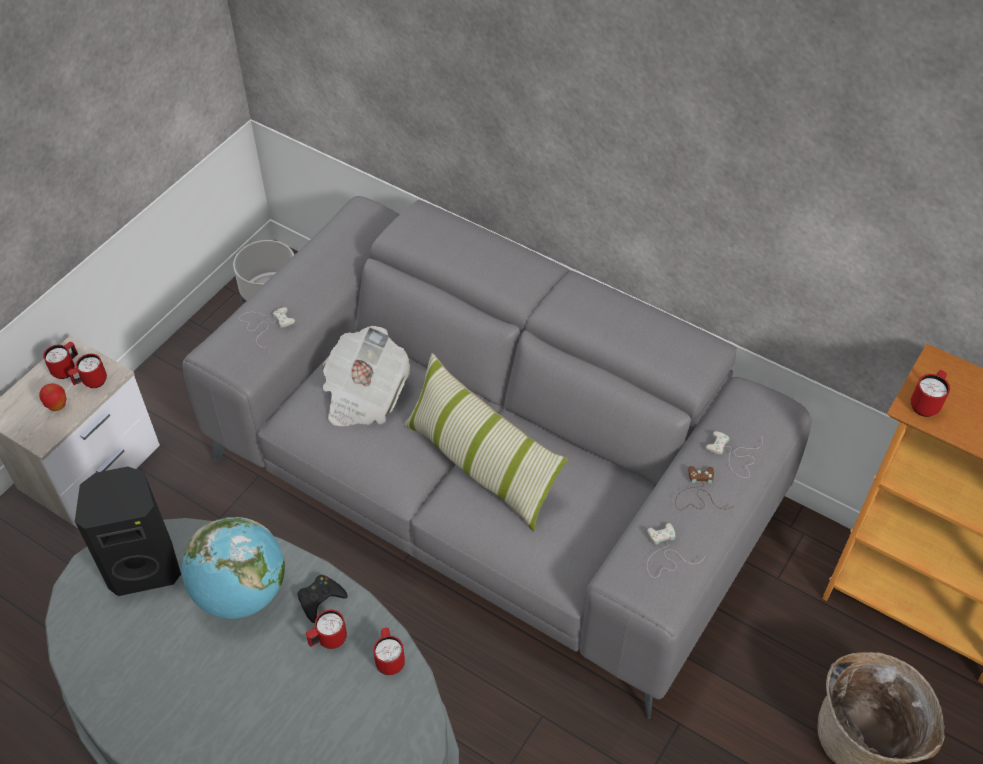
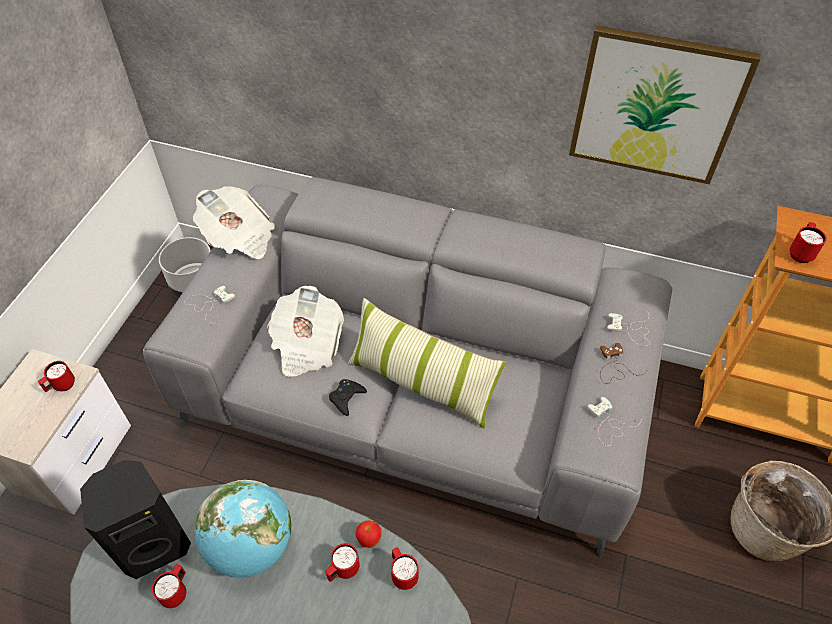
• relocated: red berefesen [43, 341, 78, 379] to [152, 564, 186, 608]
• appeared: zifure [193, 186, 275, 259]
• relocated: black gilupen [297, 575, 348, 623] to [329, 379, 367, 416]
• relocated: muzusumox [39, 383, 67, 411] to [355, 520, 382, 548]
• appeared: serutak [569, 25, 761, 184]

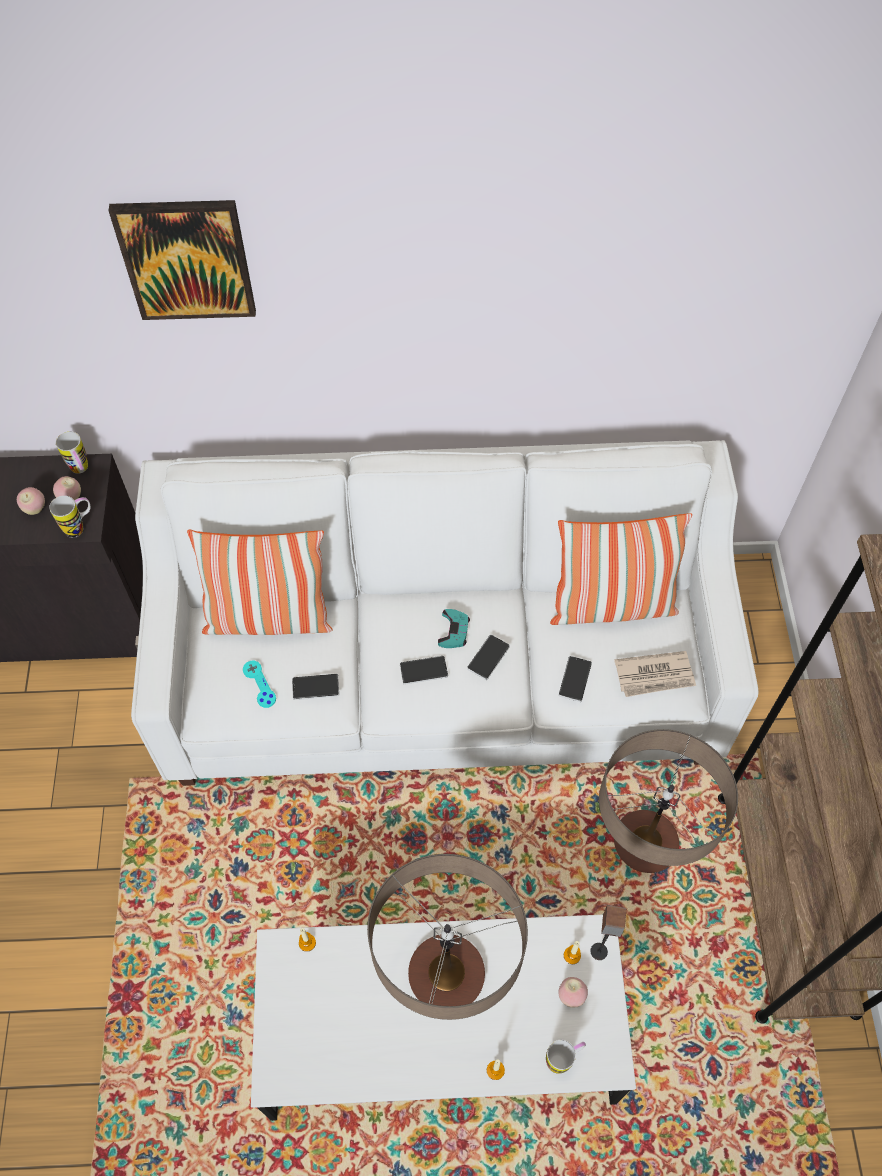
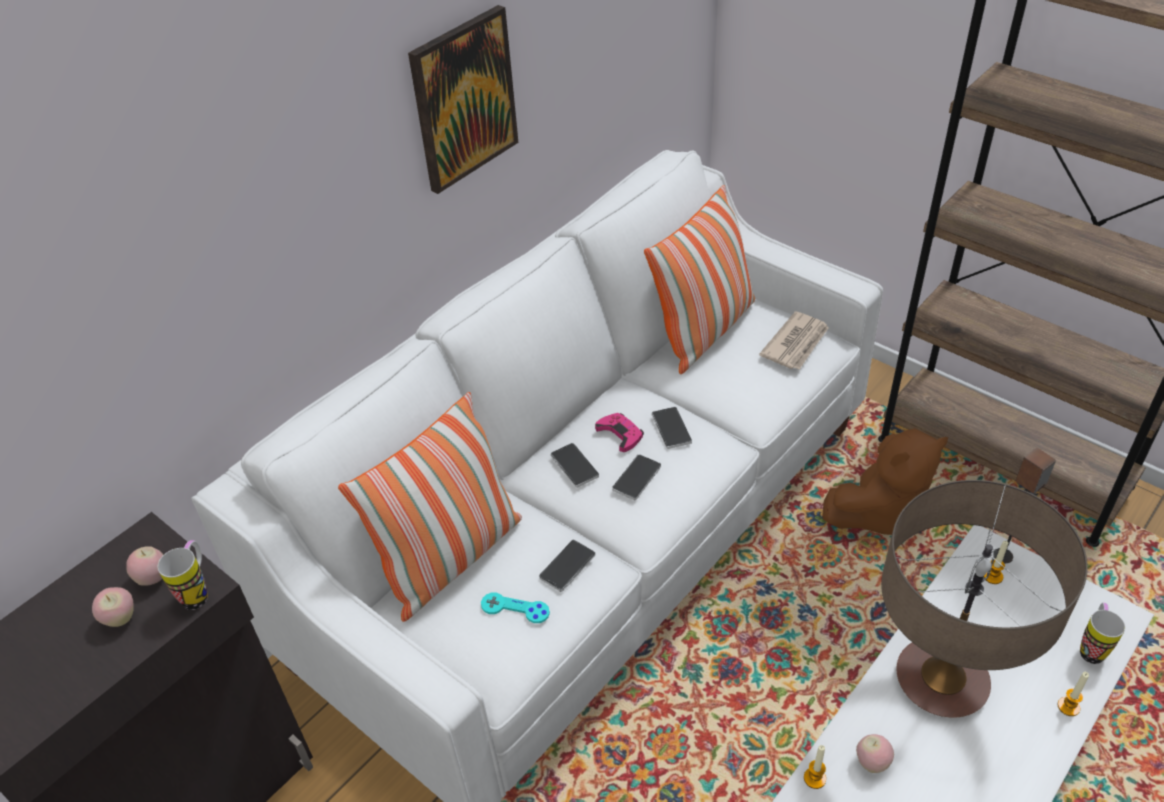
• relocated: serutak [108, 200, 256, 320] to [408, 5, 519, 194]
• relocated: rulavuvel [559, 656, 592, 702] to [551, 443, 599, 488]
• colour: turquoise gilupen [438, 609, 470, 648] to pink gilupen [595, 413, 644, 452]
• exchanged: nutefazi [599, 729, 738, 873] to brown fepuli [822, 428, 948, 535]
• relocated: muzusumox [558, 977, 588, 1007] to [856, 734, 894, 773]
• missing: berefesen [56, 431, 88, 474]

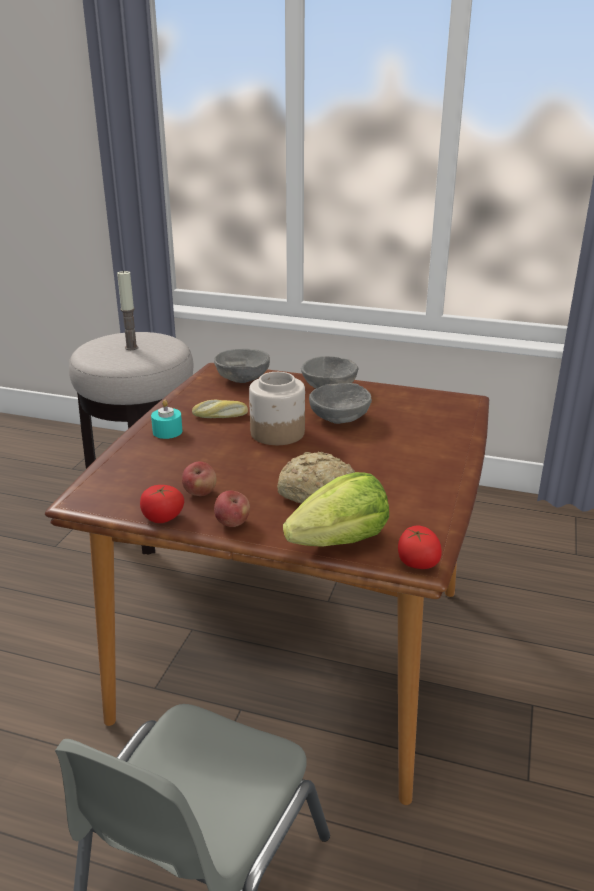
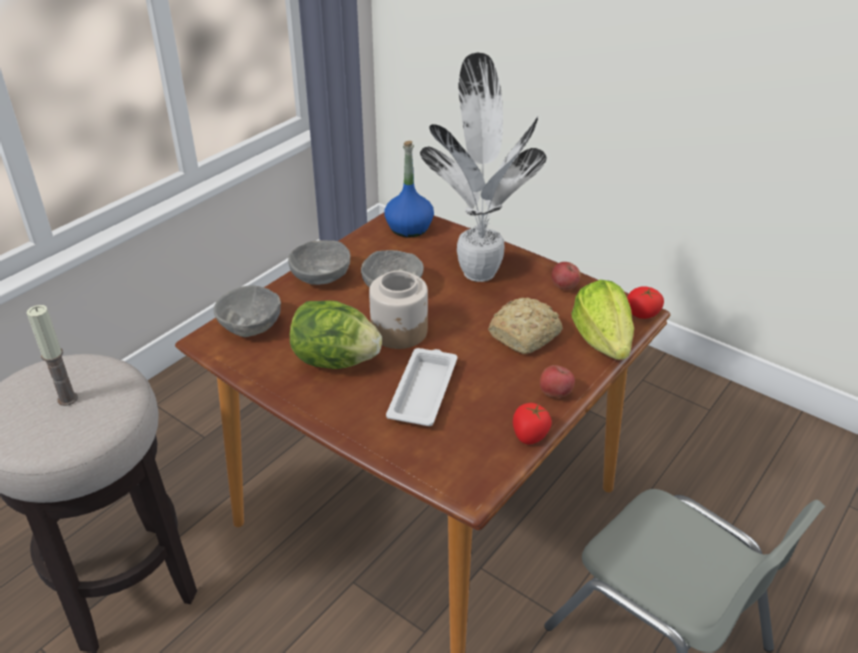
• exchanged: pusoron [192, 400, 248, 418] to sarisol [290, 300, 382, 369]
• appeared: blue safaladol [384, 141, 434, 237]
• appeared: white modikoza [386, 348, 457, 426]
• appeared: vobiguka [420, 52, 547, 282]
• relocated: muzusumox [182, 461, 217, 496] to [551, 262, 581, 290]
• missing: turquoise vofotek [151, 400, 182, 439]

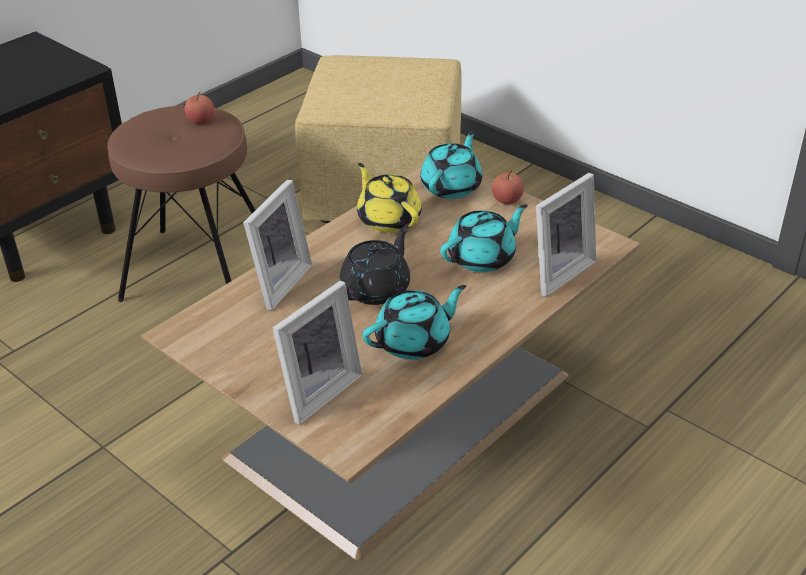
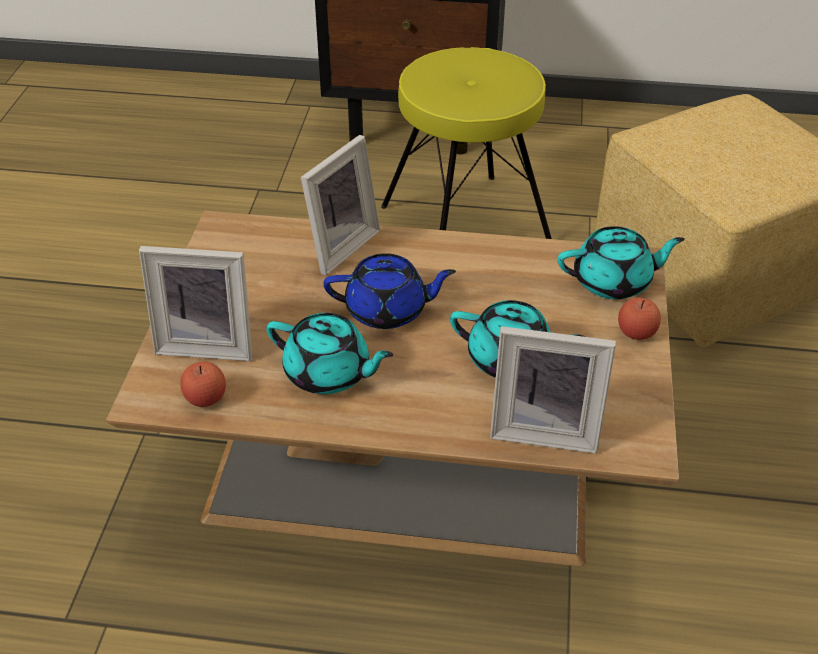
• relocated: muzusumox [185, 92, 214, 124] to [180, 361, 226, 407]
• spun: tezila [243, 180, 312, 310] = [301, 135, 380, 275] 45 degrees counterclockwise
• colour: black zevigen [340, 226, 410, 305] to blue zevigen [324, 253, 456, 329]
• colour: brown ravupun [107, 105, 255, 302] to yellow ravupun [381, 47, 552, 239]
• missing: yellow zevigen [357, 163, 422, 233]

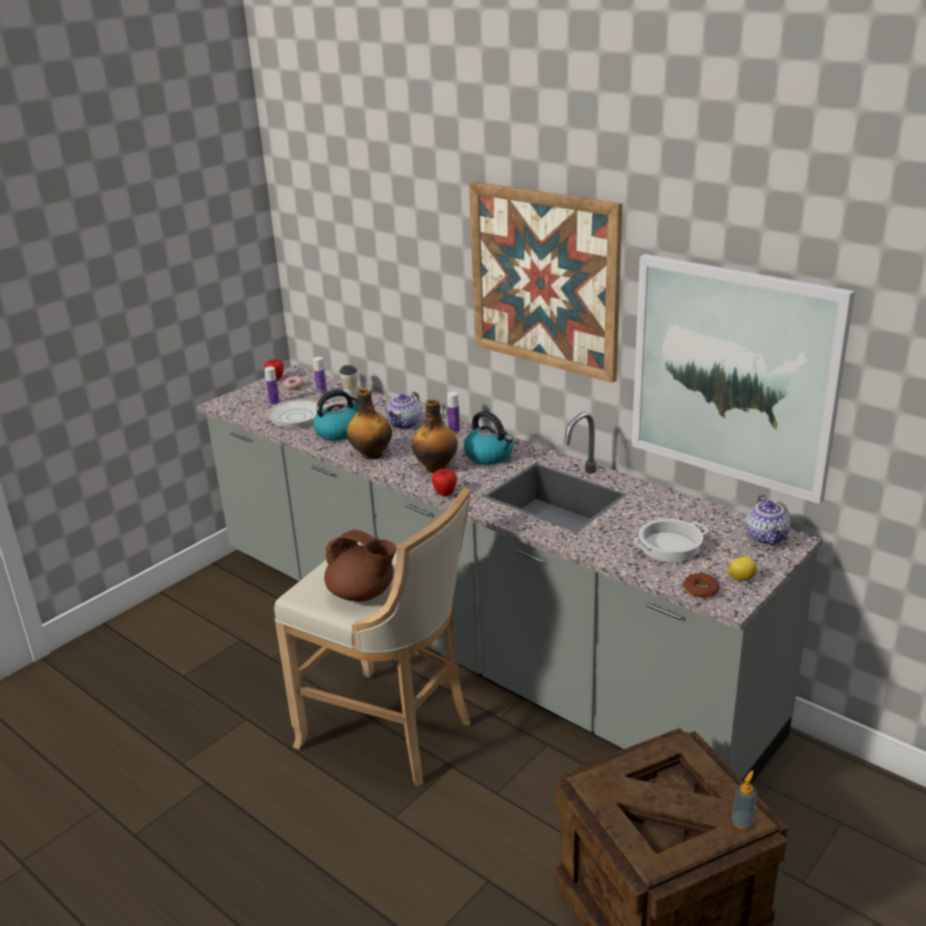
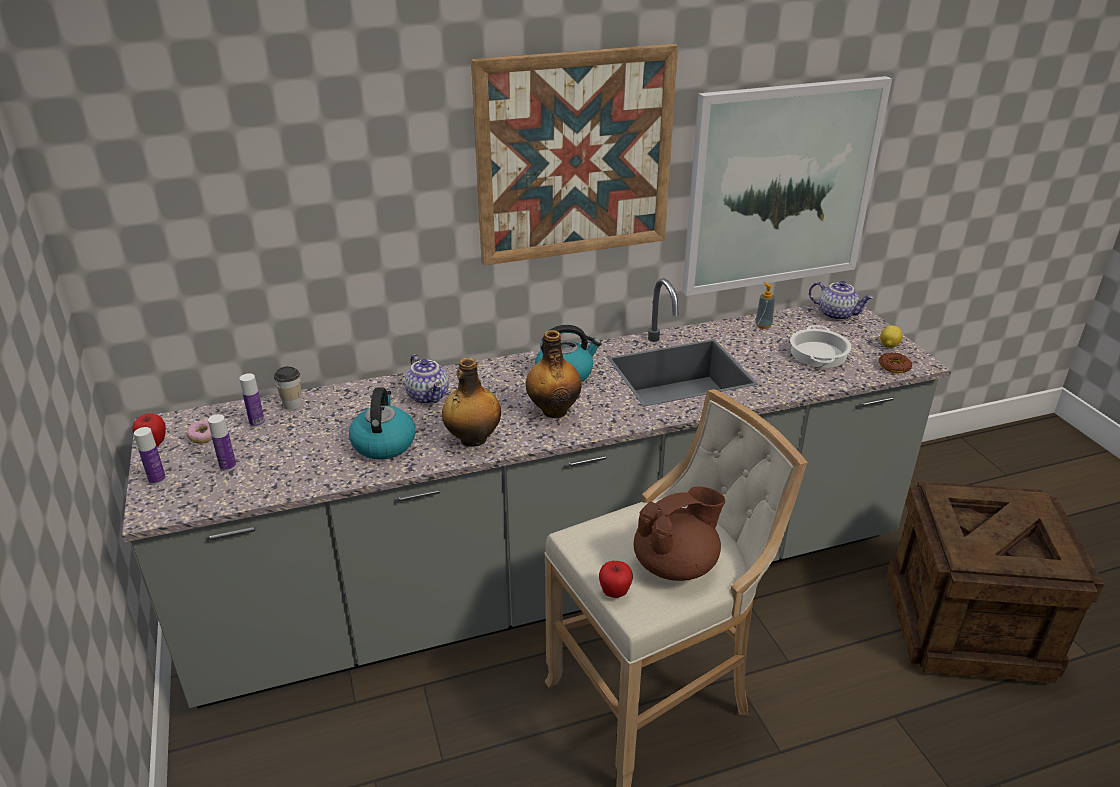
• relocated: safaladol [447, 392, 460, 434] to [134, 427, 166, 485]
• relocated: muzusumox [431, 469, 457, 496] to [599, 561, 633, 598]
• relocated: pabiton [731, 770, 757, 829] to [755, 282, 775, 329]
• missing: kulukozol [267, 399, 354, 428]

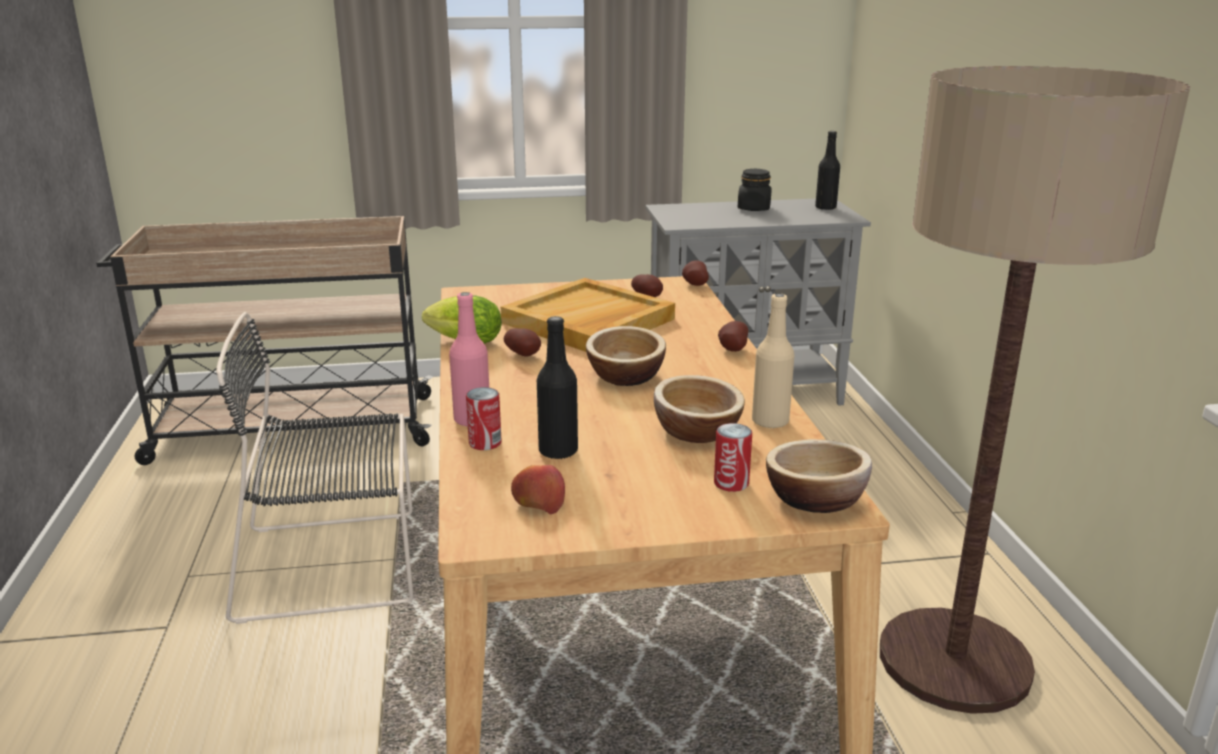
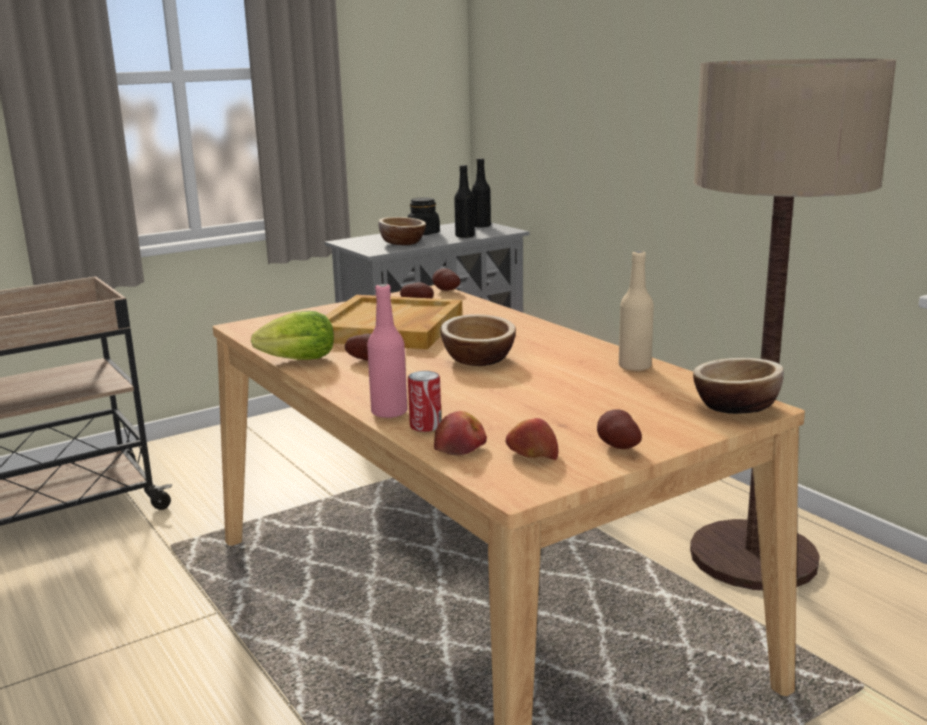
• relocated: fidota [654, 375, 745, 443] to [378, 217, 426, 245]
• appeared: muzusumox [434, 411, 487, 455]
• relocated: black safaladol [537, 316, 578, 459] to [454, 165, 475, 238]
• relocated: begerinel [718, 321, 748, 352] to [597, 409, 642, 449]
• missing: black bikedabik [216, 312, 414, 624]
• missing: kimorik [714, 423, 752, 492]

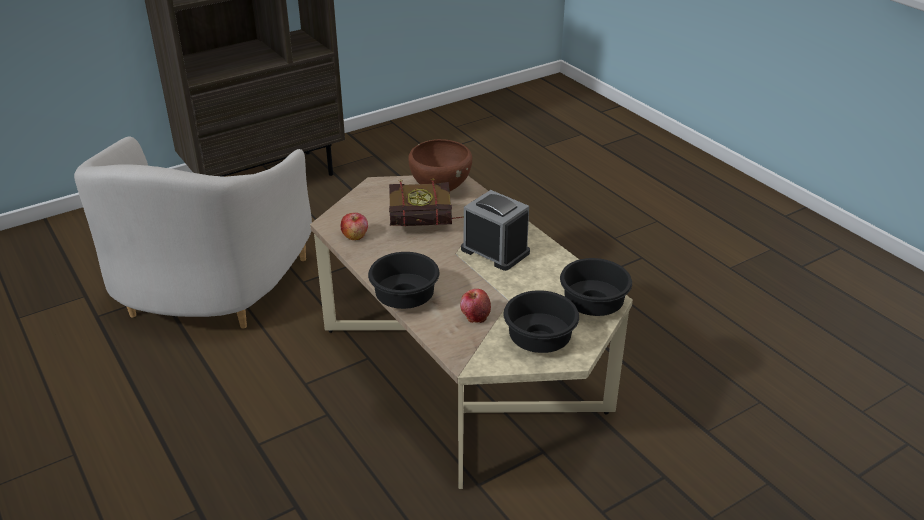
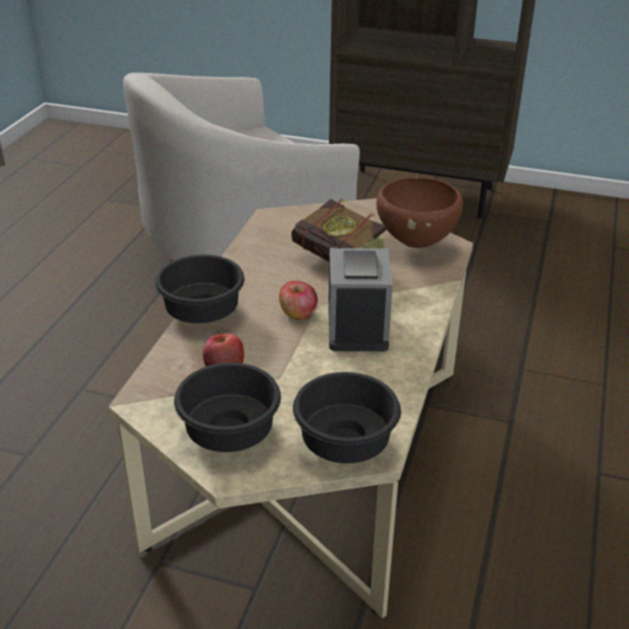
• relocated: muzusumox [341, 213, 368, 240] to [279, 281, 318, 320]

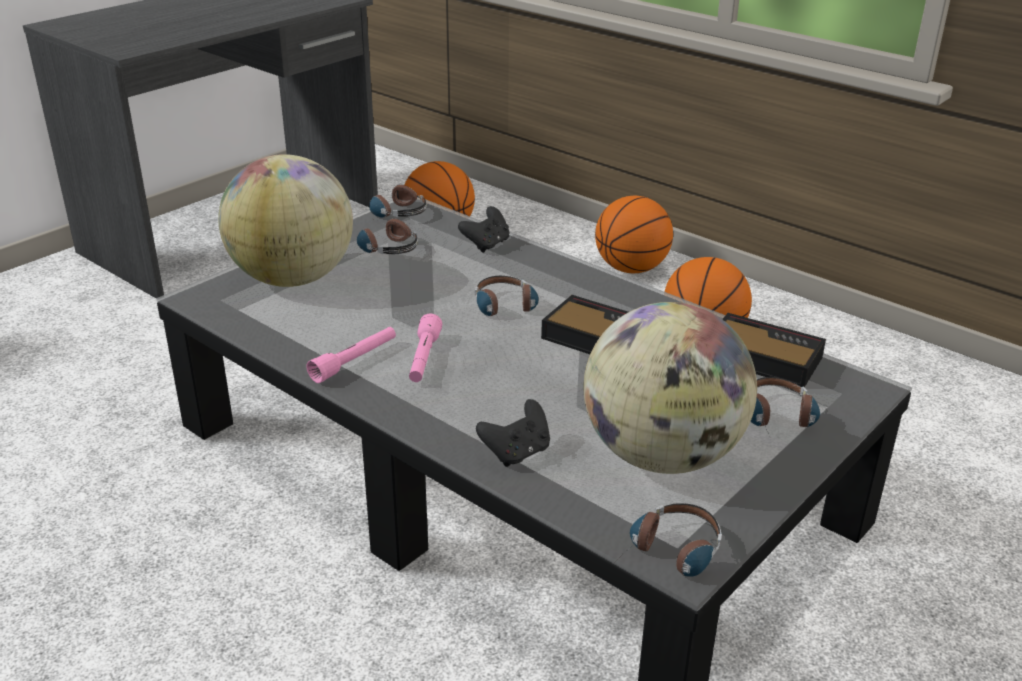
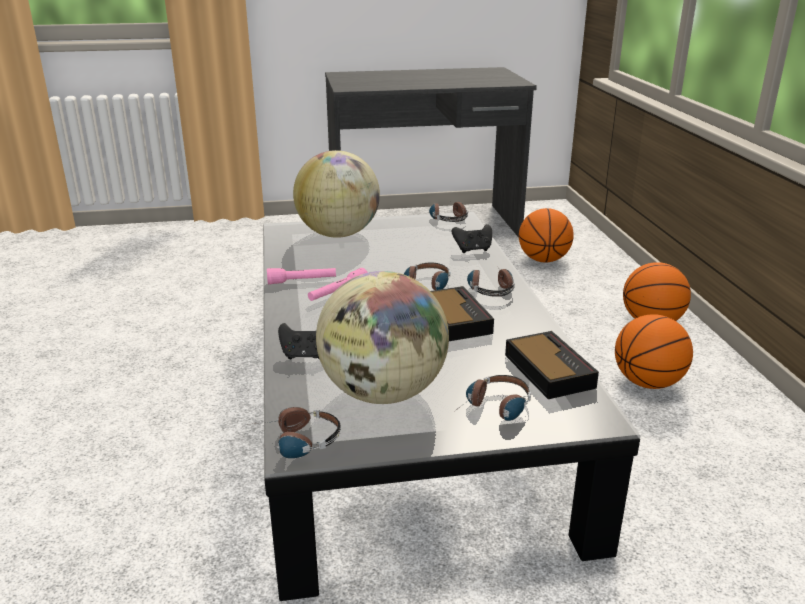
• relocated: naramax [357, 218, 418, 254] to [467, 267, 515, 297]

